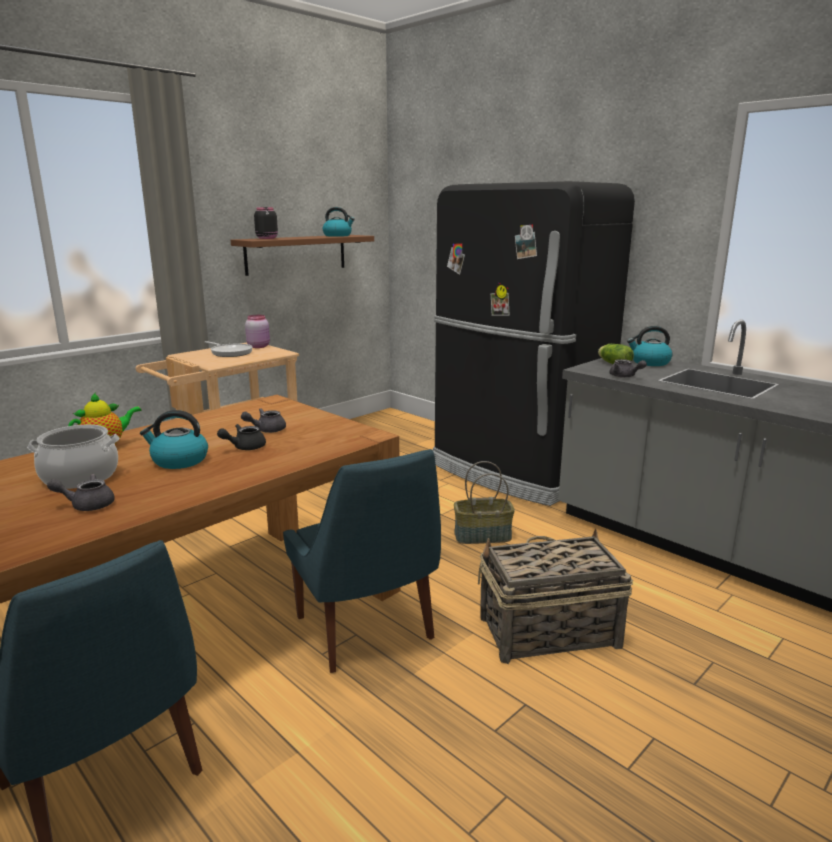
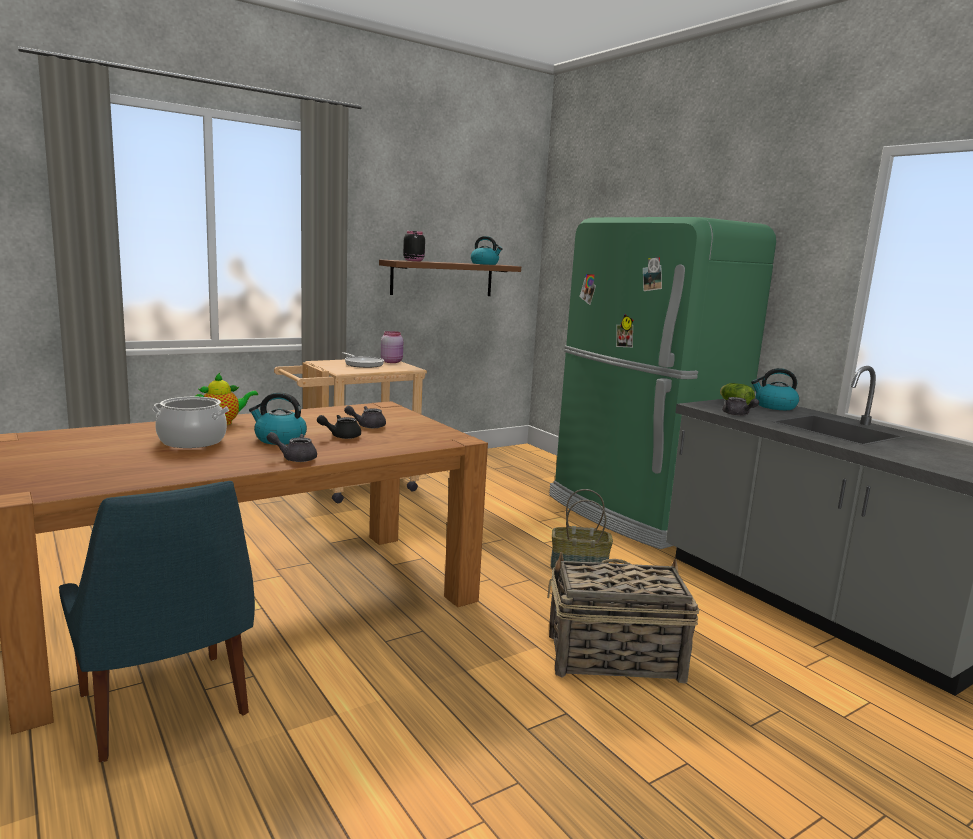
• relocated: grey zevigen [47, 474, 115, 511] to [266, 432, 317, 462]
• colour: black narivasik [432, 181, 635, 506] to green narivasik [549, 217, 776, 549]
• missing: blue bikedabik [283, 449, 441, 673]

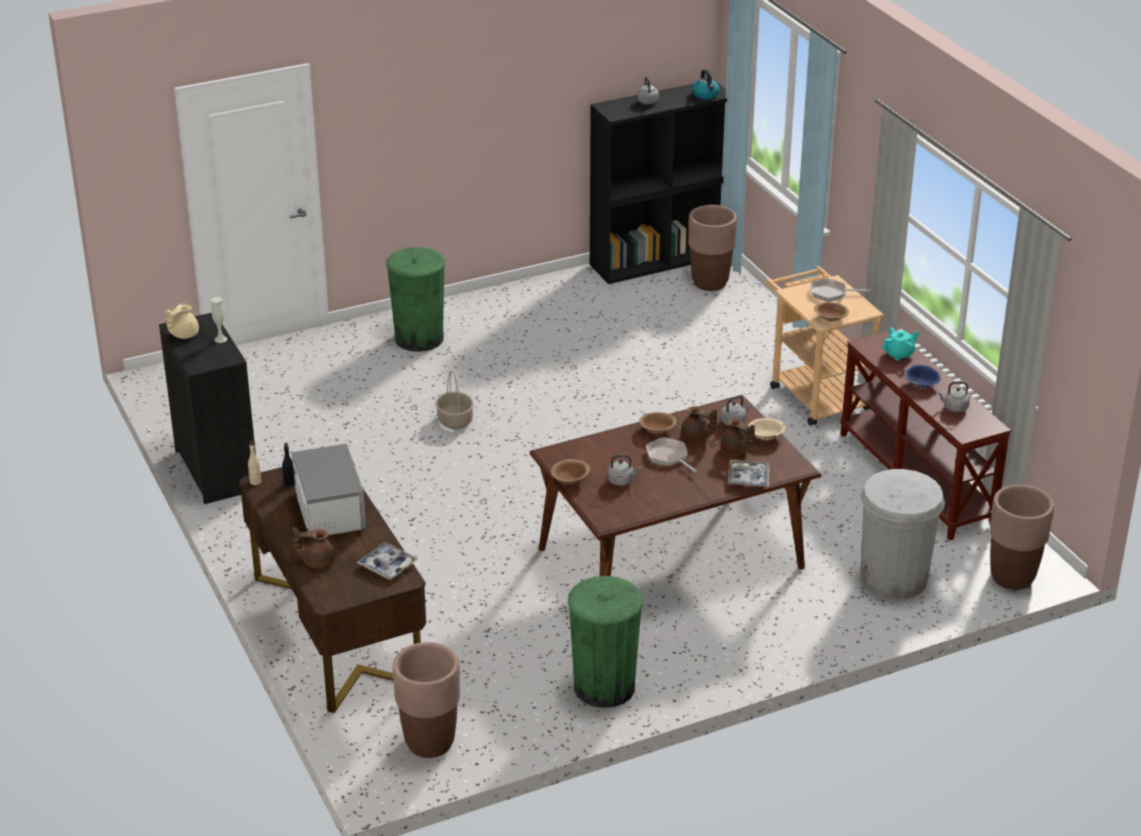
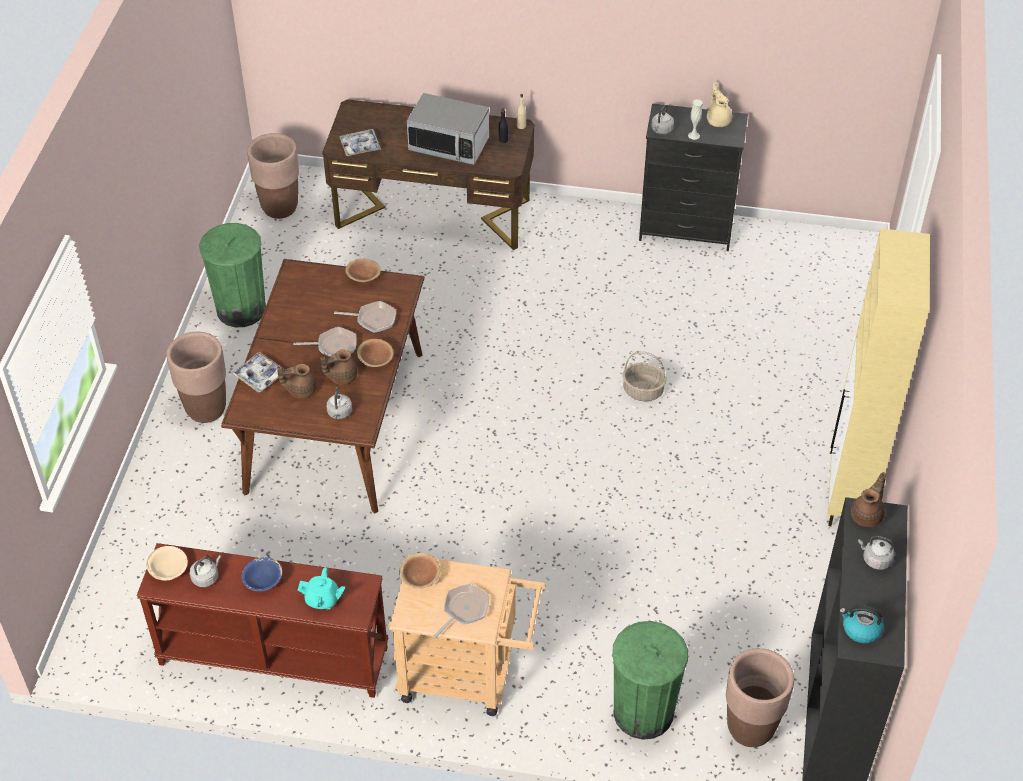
• relocated: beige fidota [748, 418, 786, 440] to [146, 546, 188, 581]
• relocated: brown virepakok [990, 485, 1054, 590] to [167, 332, 226, 423]
• spun: turquoise zevigen [882, 328, 919, 361] = [298, 568, 345, 609] 90 degrees counterclockwise
• appeared: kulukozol [334, 301, 396, 333]
• relocated: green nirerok [386, 247, 445, 352] to [612, 621, 688, 740]
• relocated: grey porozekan [607, 455, 642, 486] to [651, 105, 674, 134]
• appeared: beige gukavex [828, 228, 930, 526]
• relocated: brown zevigen [293, 527, 335, 568] to [851, 472, 886, 527]
• missing: white nirerok [860, 469, 945, 599]

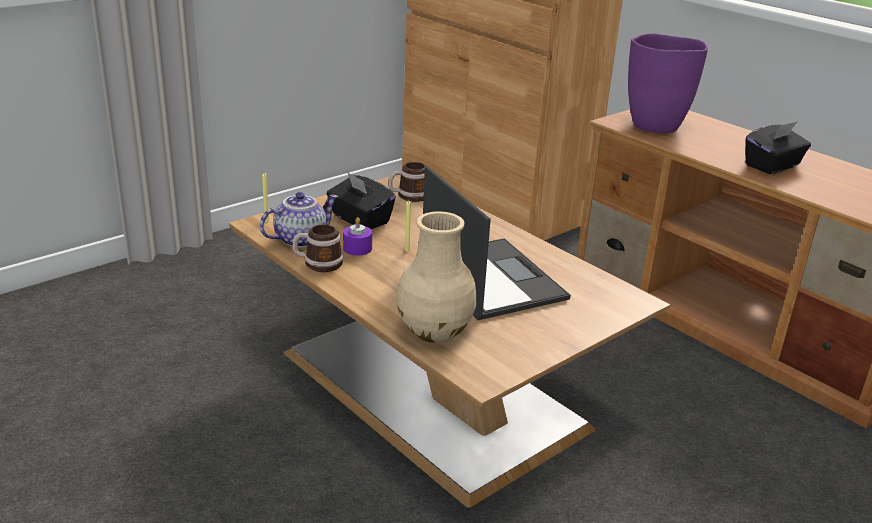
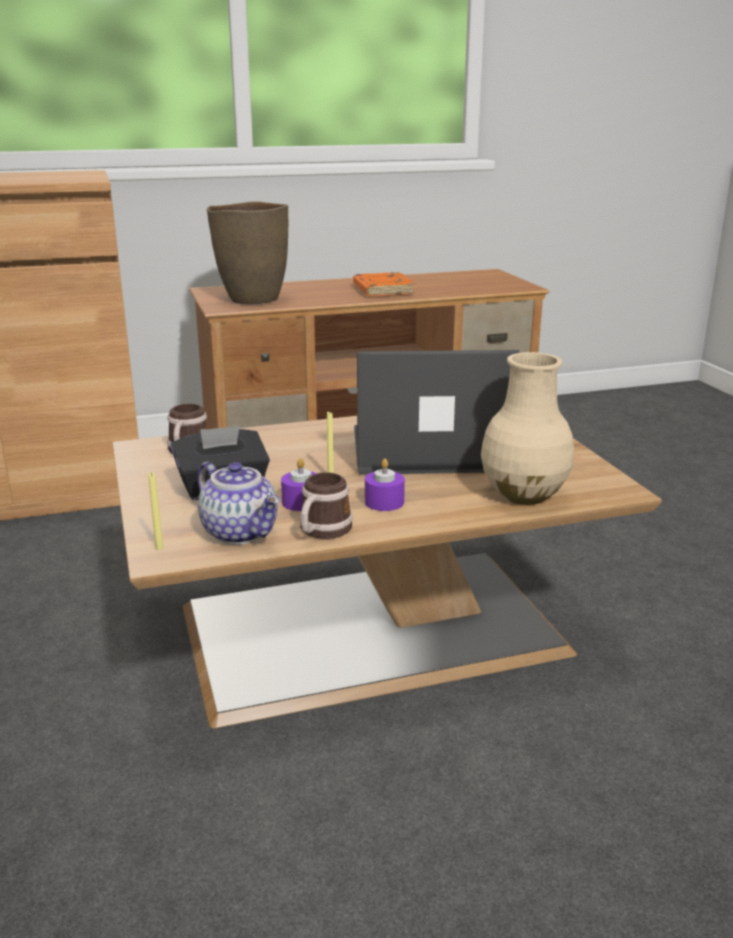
• spun: zevigen [260, 192, 339, 248] = [198, 462, 280, 545] 150 degrees clockwise
• colour: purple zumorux [628, 33, 708, 133] to brown zumorux [207, 201, 288, 304]
• exchanged: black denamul [745, 121, 811, 174] to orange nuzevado [353, 272, 415, 296]
• appeared: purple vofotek [365, 458, 405, 511]

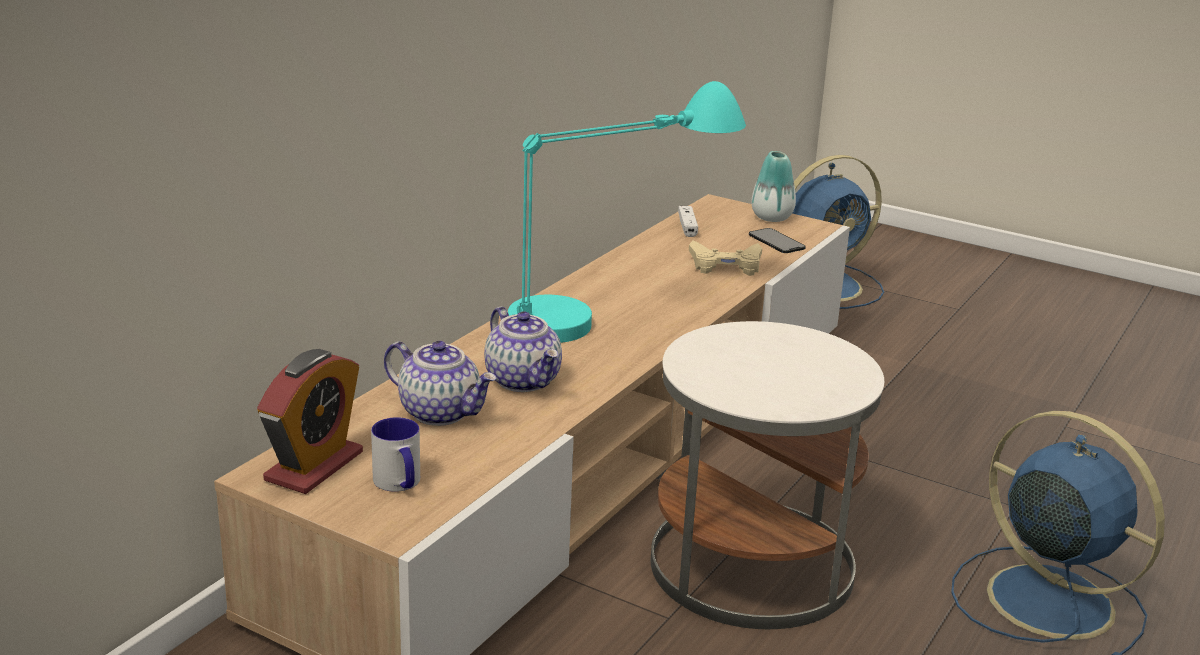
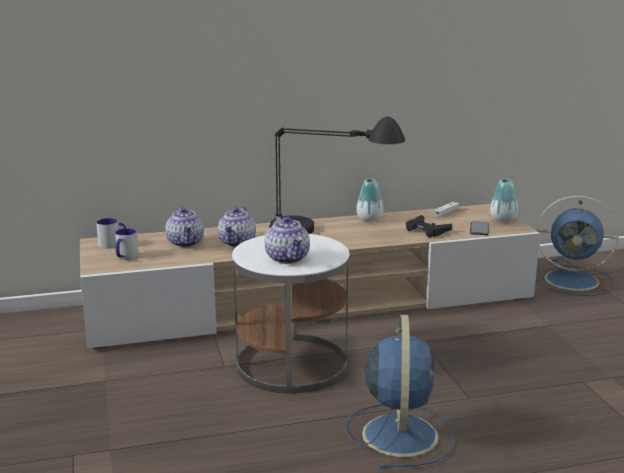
• exchanged: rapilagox [257, 349, 363, 494] to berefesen [96, 218, 126, 249]
• appeared: zevigen [264, 216, 310, 264]
• colour: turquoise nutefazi [508, 81, 746, 343] to black nutefazi [269, 117, 405, 234]
• appeared: zumorux [356, 178, 383, 222]
• colour: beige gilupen [689, 240, 762, 276] to black gilupen [406, 215, 452, 238]

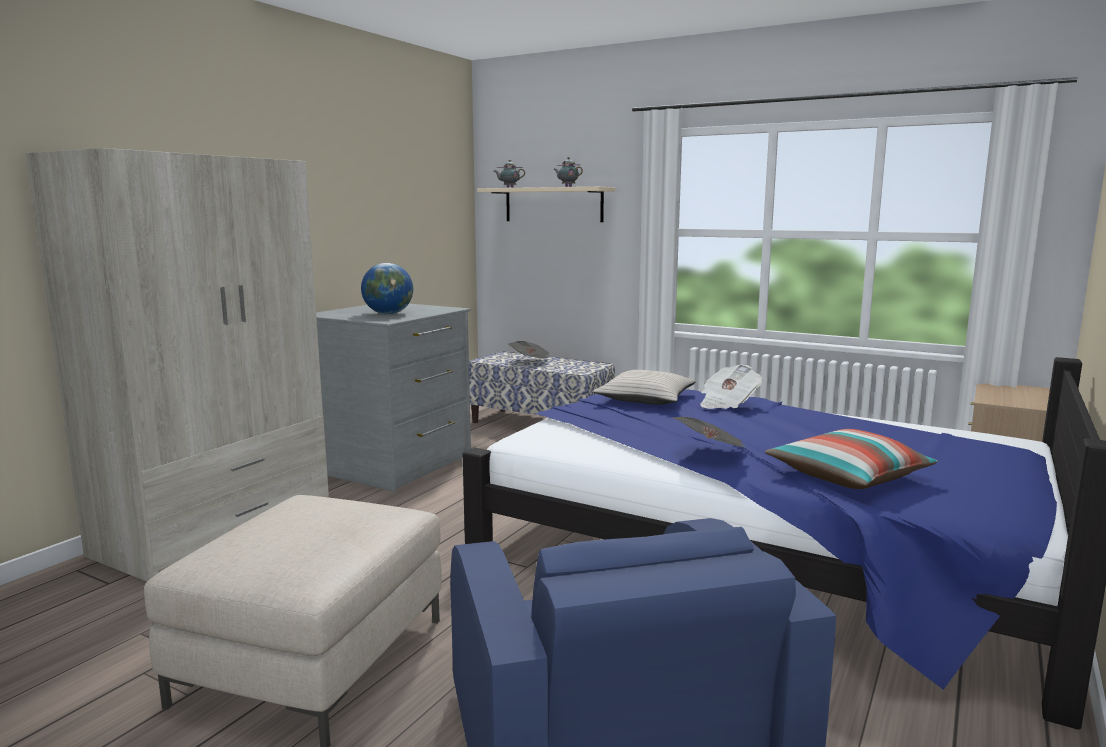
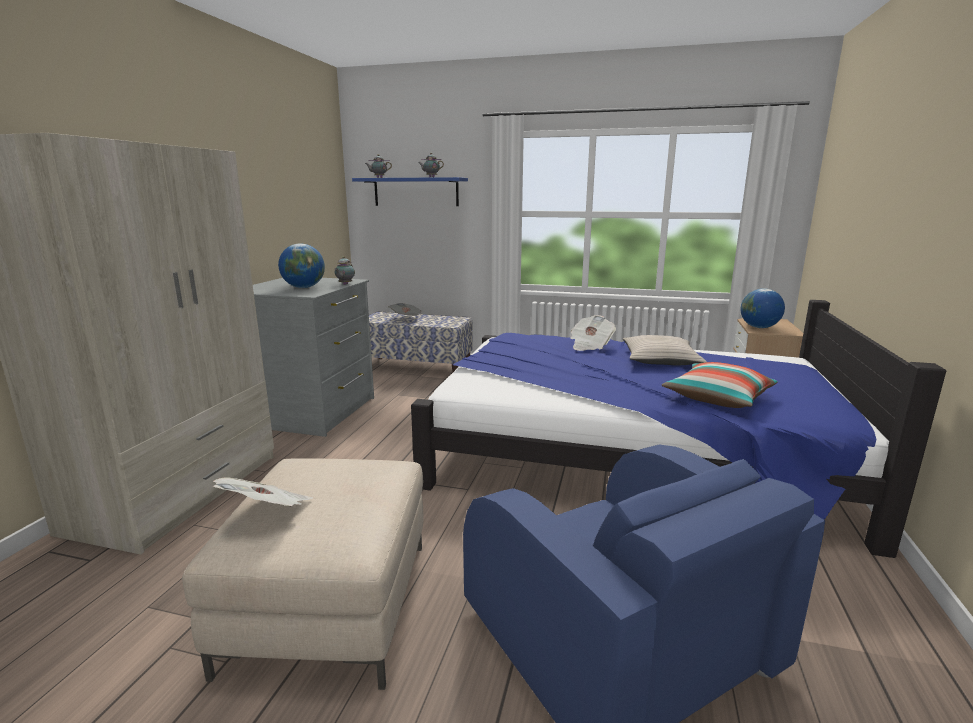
• relocated: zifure [672, 417, 745, 447] to [213, 477, 313, 506]
• appeared: zevigen [334, 256, 355, 285]
• colour: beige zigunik [477, 187, 615, 222] to blue zigunik [352, 177, 468, 206]
• relocated: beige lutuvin [593, 370, 696, 405] to [623, 335, 707, 365]
• appeared: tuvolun [740, 288, 785, 328]

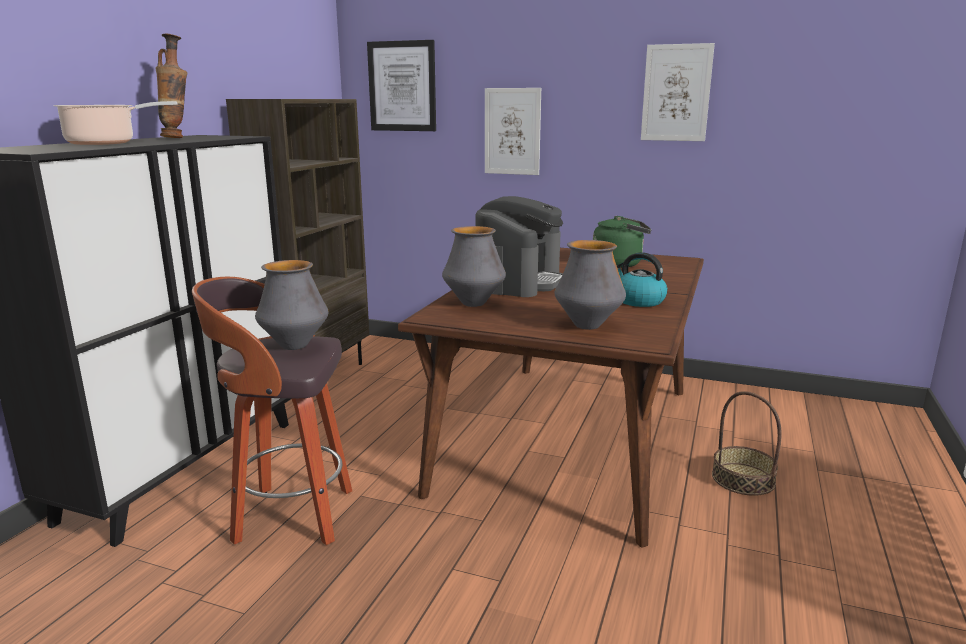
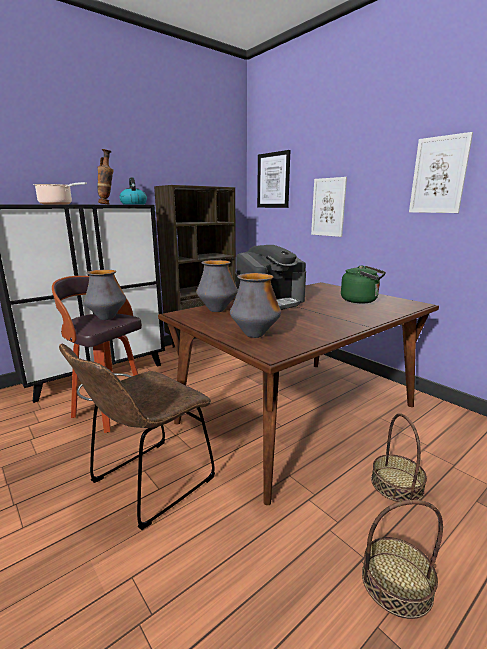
• appeared: brown bikedabik [59, 344, 215, 530]
• relocated: porozekan [617, 252, 667, 307] to [120, 177, 147, 205]
• appeared: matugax [362, 500, 443, 619]

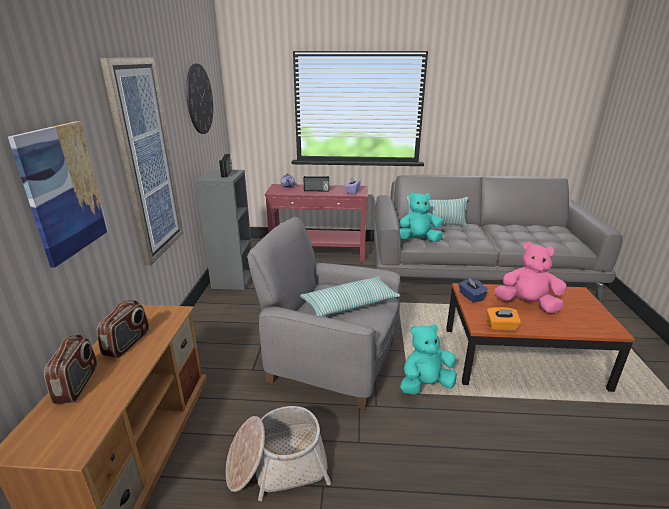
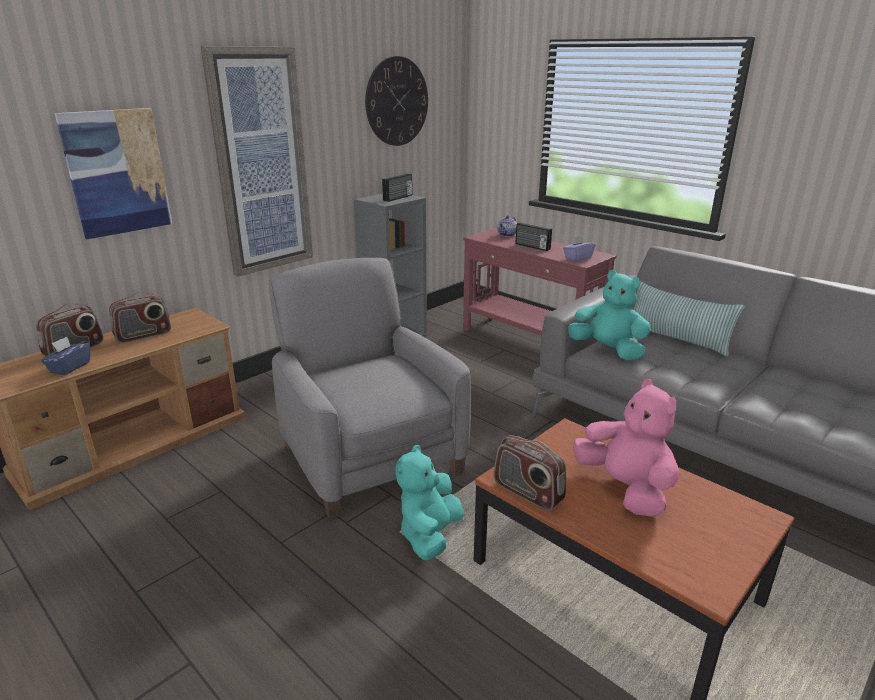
• relocated: blue denamul [458, 278, 488, 303] to [41, 336, 90, 375]
• spun: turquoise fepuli [400, 324, 457, 395] = [396, 445, 464, 560] 90 degrees counterclockwise
• exchanged: orange denamul [486, 307, 521, 331] to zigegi [494, 435, 566, 511]
• missing: matugax [225, 406, 331, 501]
• missing: lutuvin [300, 276, 401, 317]

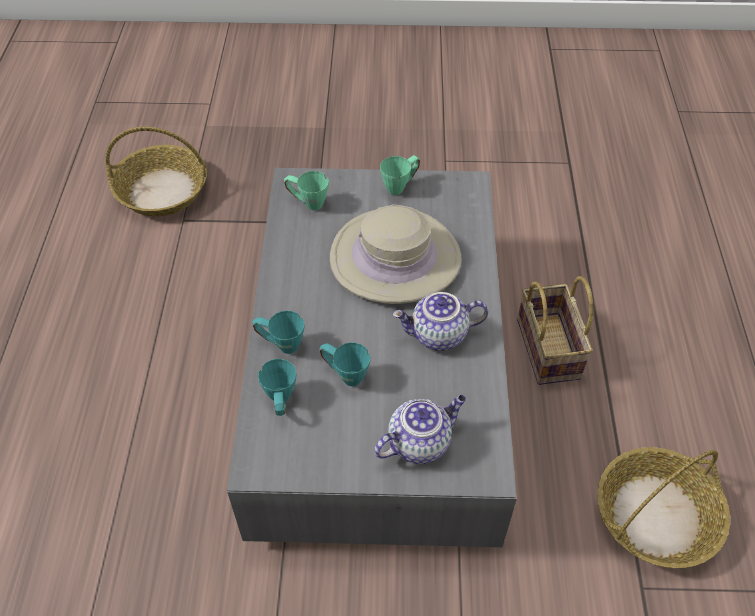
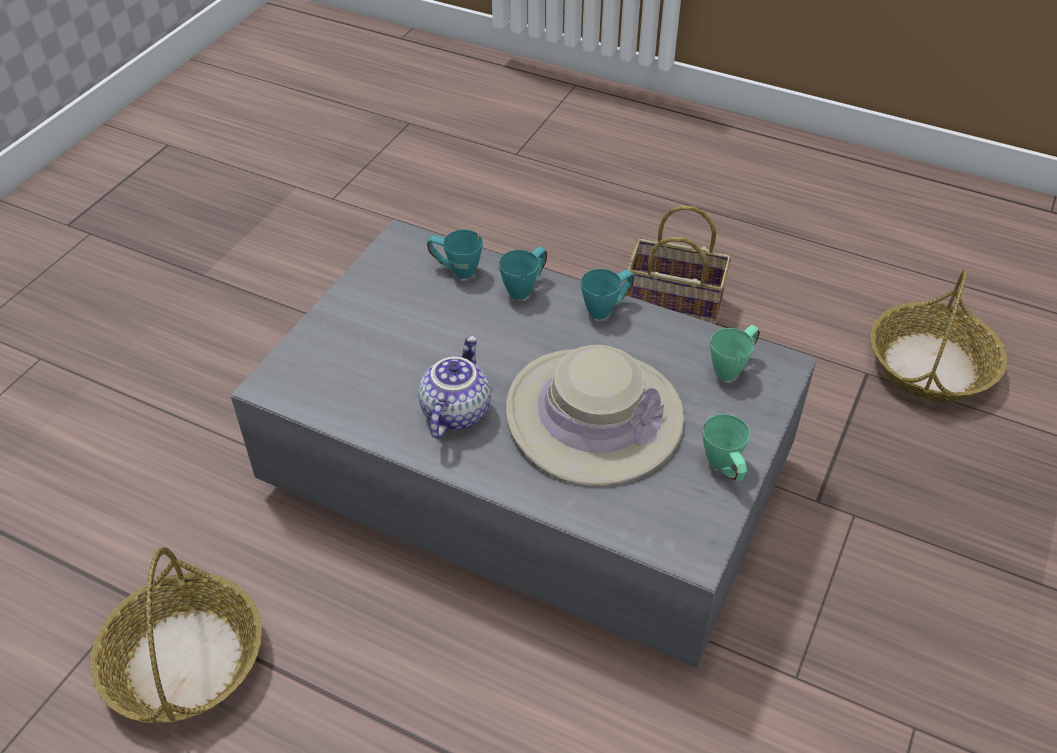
• relocated: turquoise berefesen [320, 342, 370, 386] to [581, 269, 635, 319]
• relocated: matugax [517, 276, 593, 385] to [626, 205, 731, 325]
• missing: zevigen [374, 395, 466, 464]

